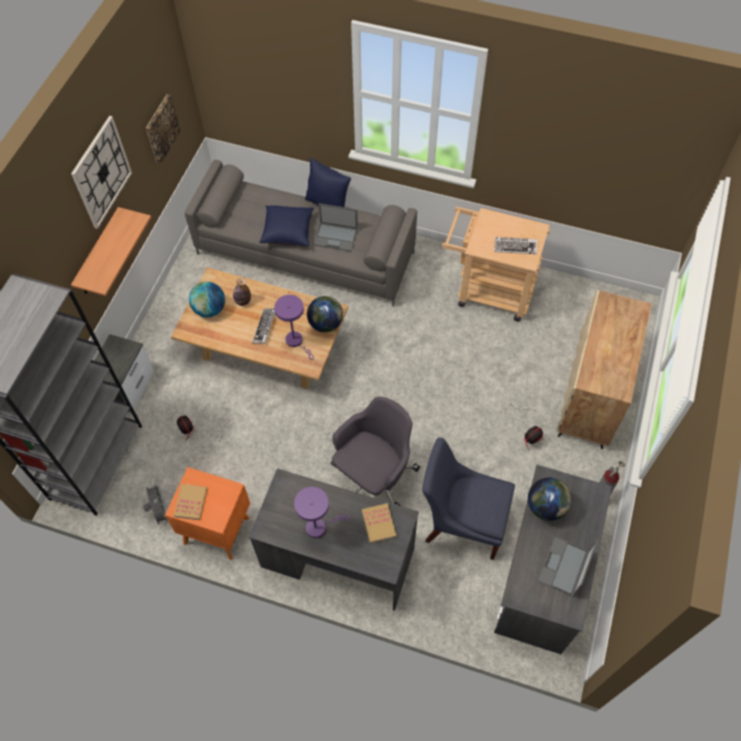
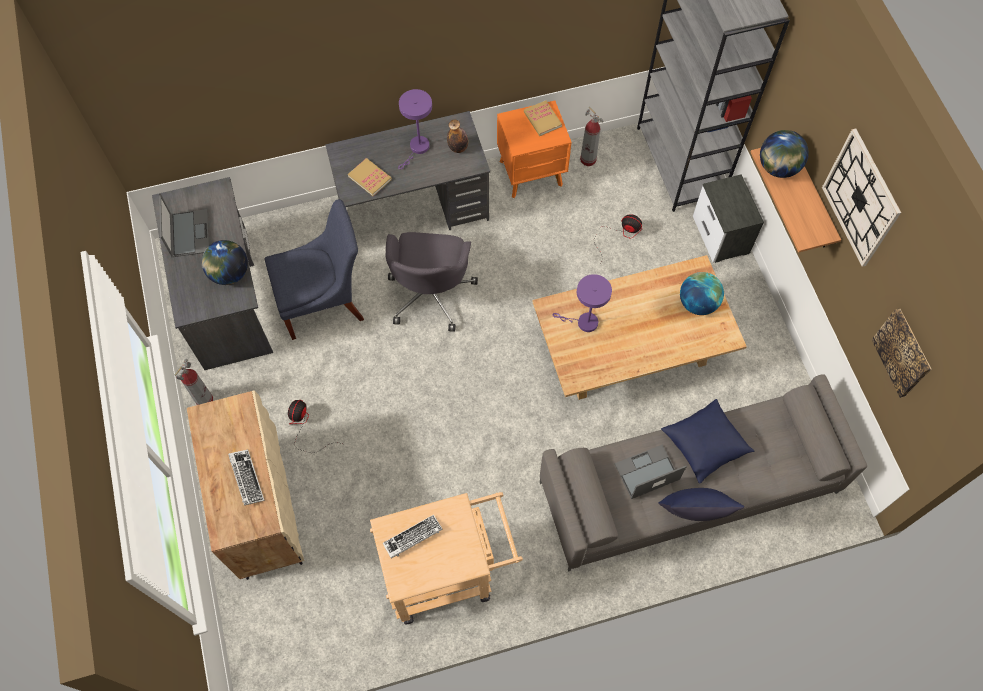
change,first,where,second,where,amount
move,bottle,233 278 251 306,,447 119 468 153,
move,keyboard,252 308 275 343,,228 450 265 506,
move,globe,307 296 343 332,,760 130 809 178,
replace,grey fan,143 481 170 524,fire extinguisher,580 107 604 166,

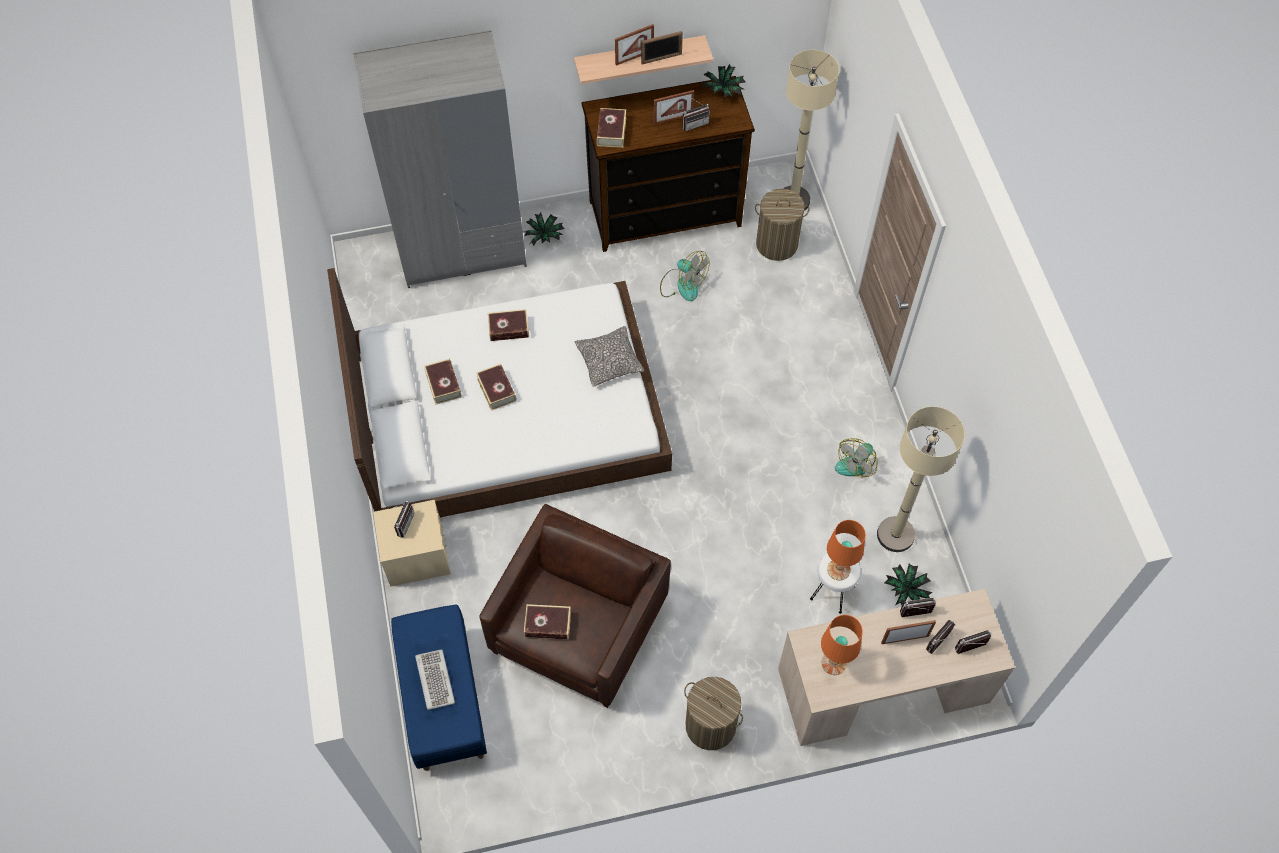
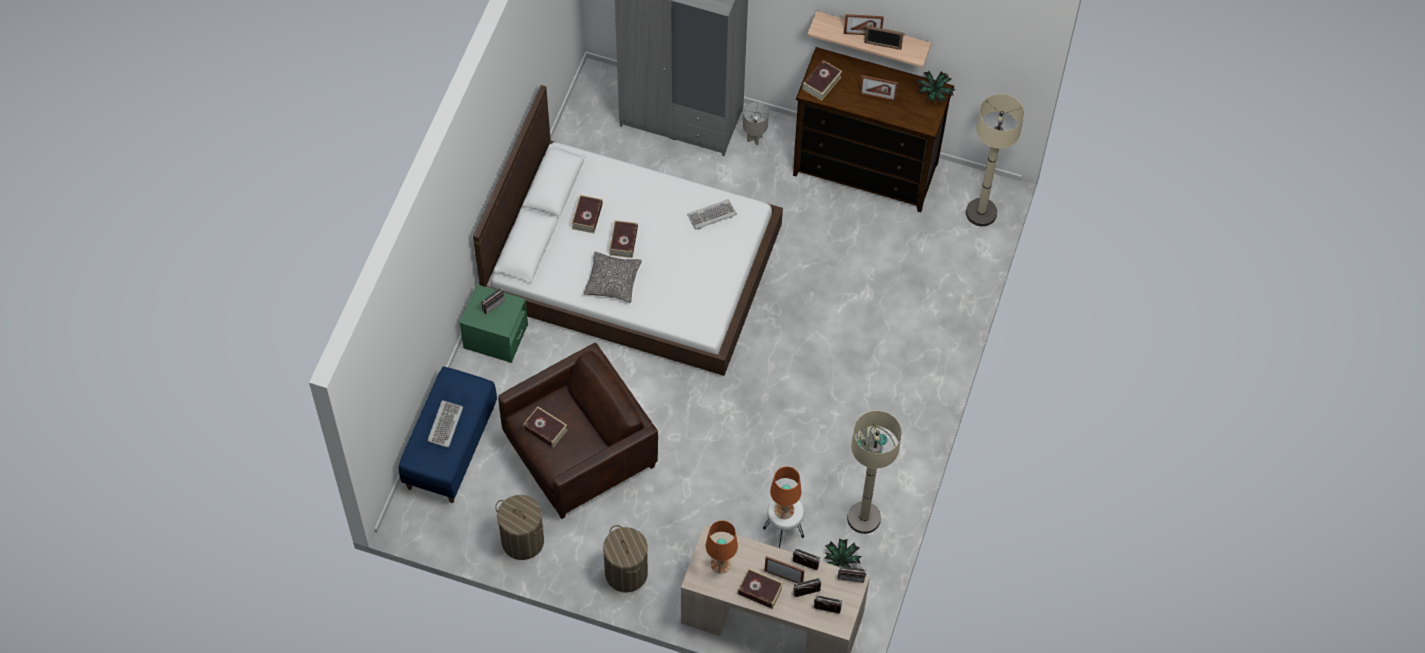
change,first,where,second,where,amount
delete,fan,660 251 710 301,,,
insert,,,keyboard,687 199 737 229,
move,book,488 309 529 341,,738 568 783 609,
move,pillow,575 326 644 387,,584 252 642 303,
move,radio,682 97 710 131,,838 557 866 583,
move,laundry basket,755 189 810 261,,495 495 544 560,
replace,potted plant,524 213 565 246,grey table lamp,743 102 769 145,
recolor,beige nightstand,373 500 451 587,green nightstand,460 285 528 363,

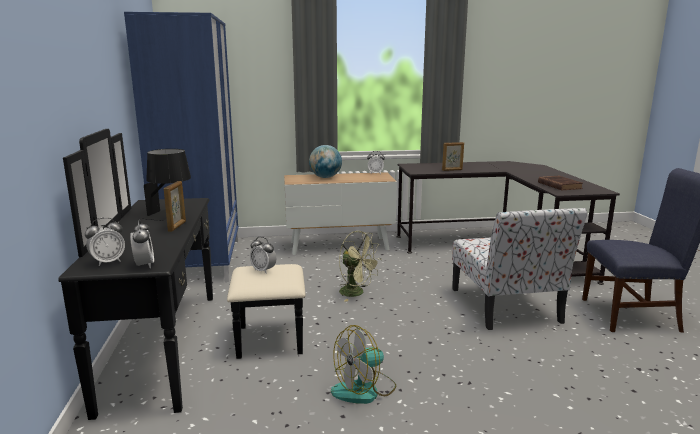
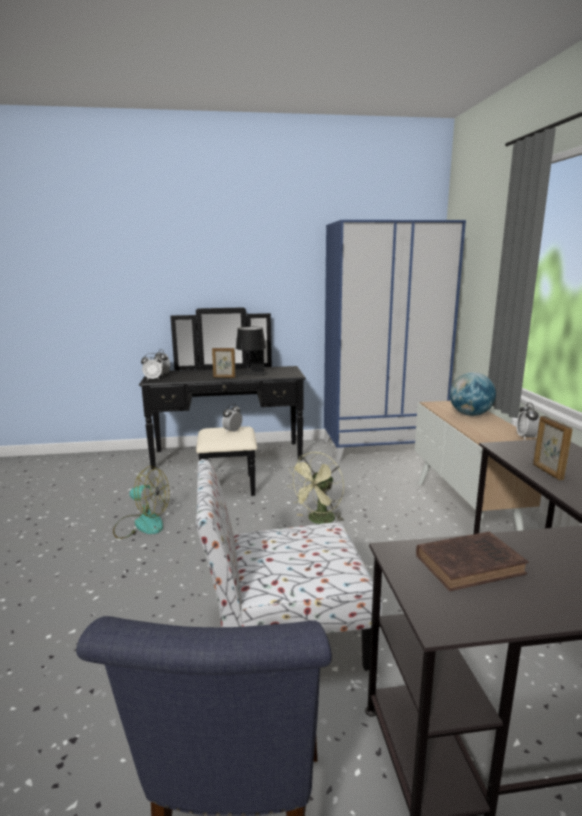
change,first,where,second,where,amount
rotate,fan,331 325 396 404,,113 466 169 539,135 degrees clockwise

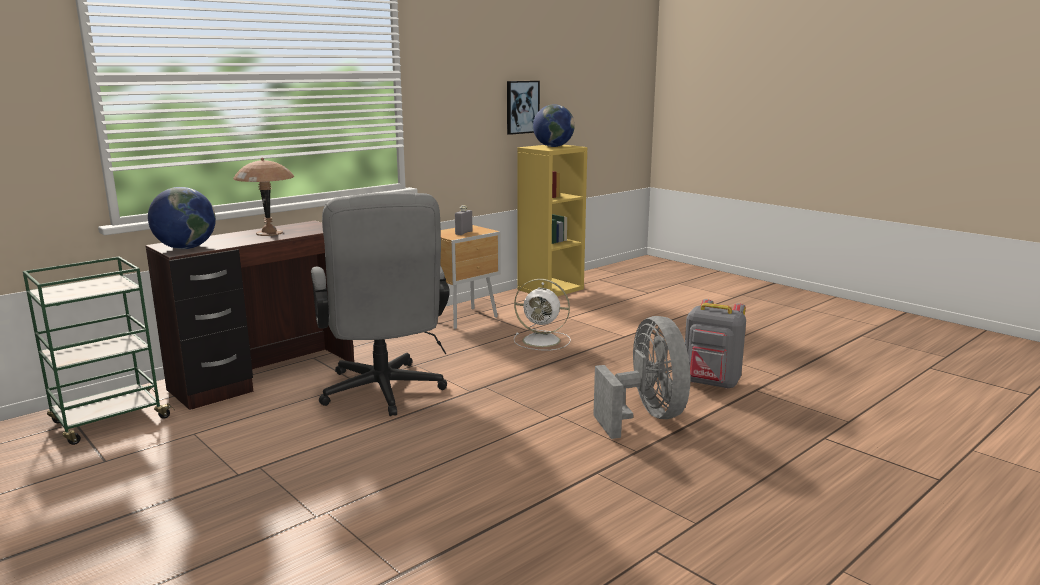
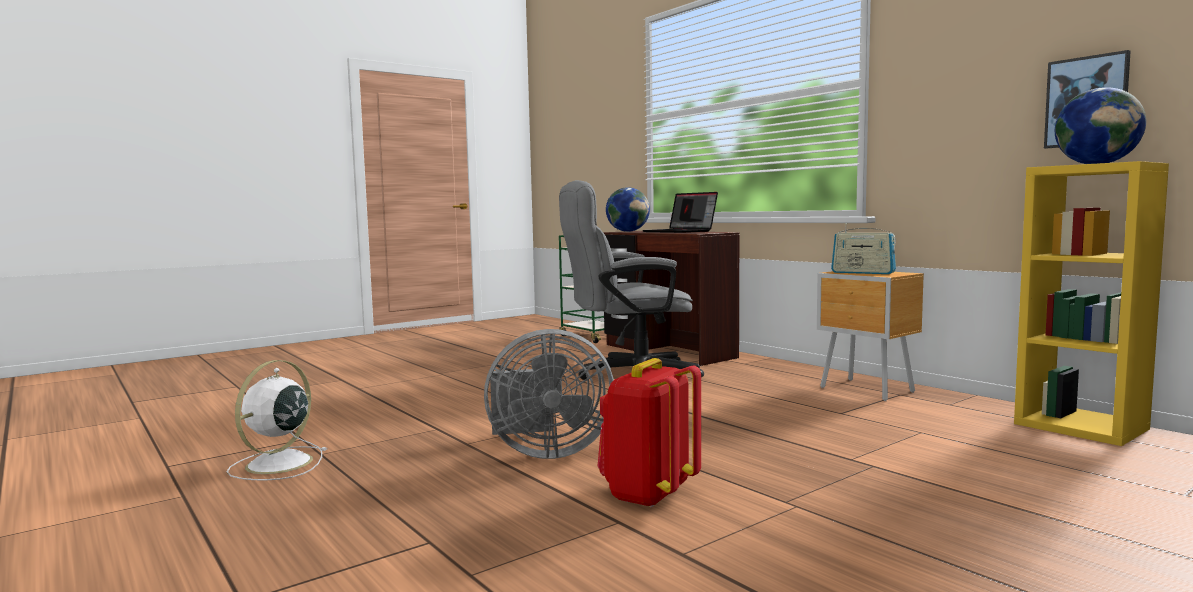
change,first,where,second,where,amount
move,white fan,514 279 571 350,,227 360 327 480,
replace,brown table lamp,233 158 294 236,laptop,642 192 718 233,
replace,grey bottle,455 205 473 235,radio,831 223 896 274,
recolor,grey backpack,685 299 746 389,red backpack,598 358 701 508,

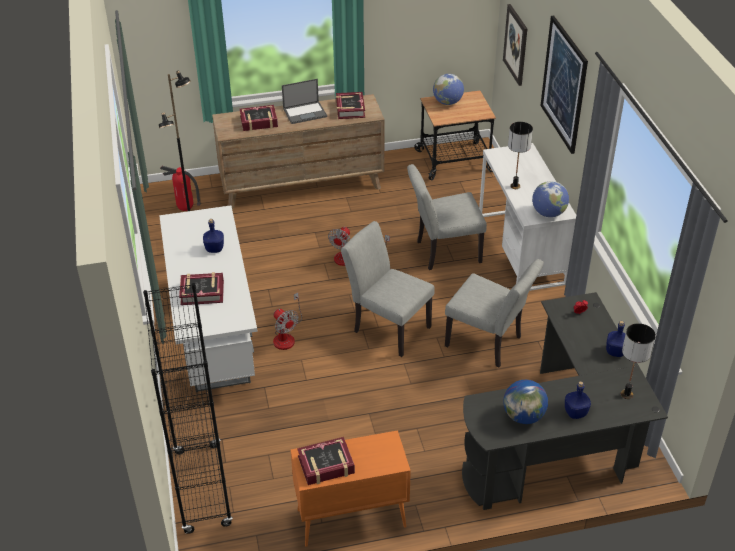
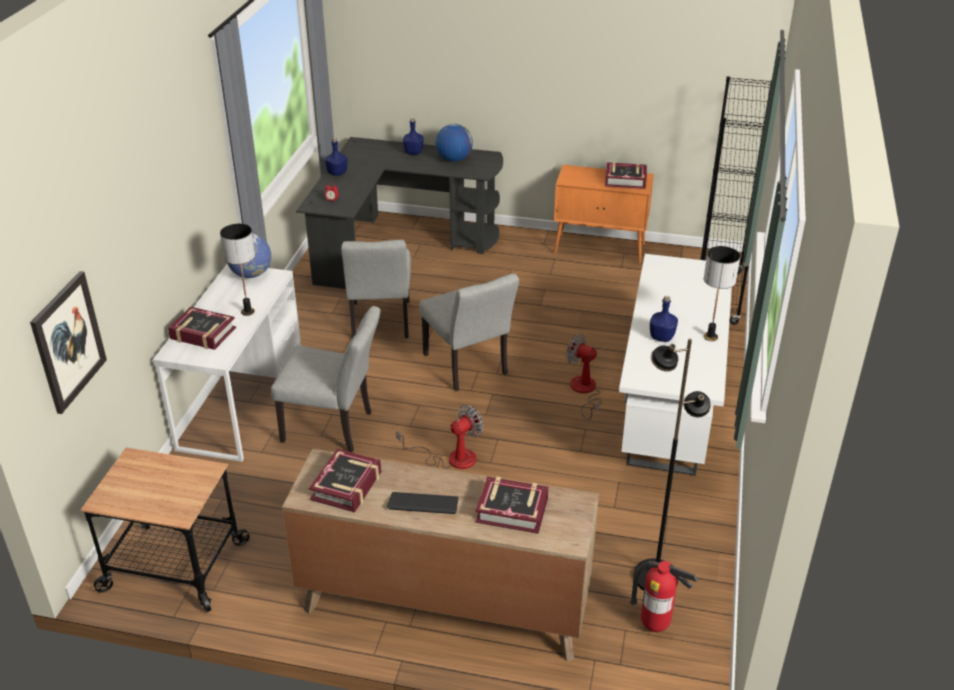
change,first,where,second,where,amount
delete,globe,433 74 464 105,,,
delete,picture,540 15 588 154,,,
move,book,179 272 224 305,,168 307 236 350,
move,table lamp,621 323 656 399,,704 246 740 341,
replace,laptop,282 79 327 124,keyboard,387 492 459 514,
rotate,fan,273 292 302 350,,566 334 602 419,45 degrees counterclockwise
rotate,grey chair,445 259 544 368,,341 240 411 338,150 degrees counterclockwise

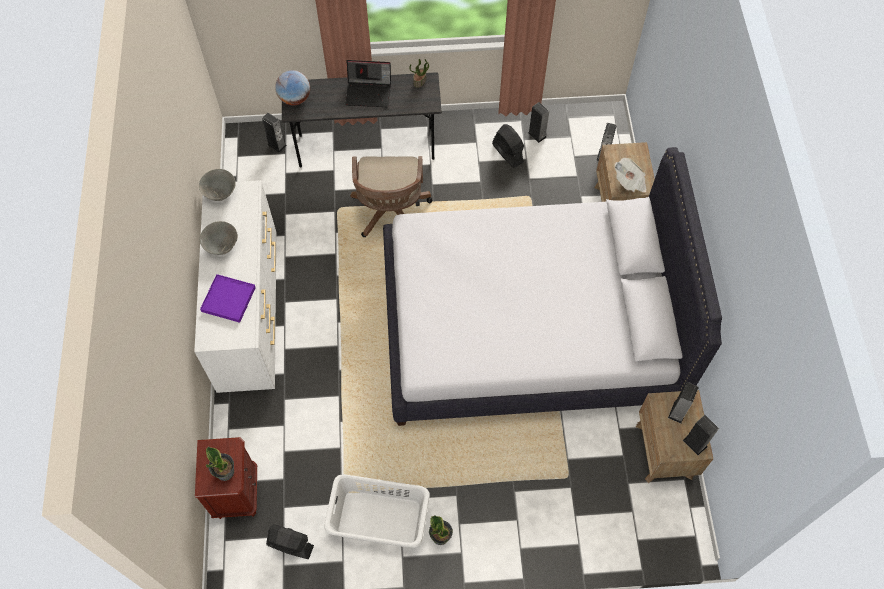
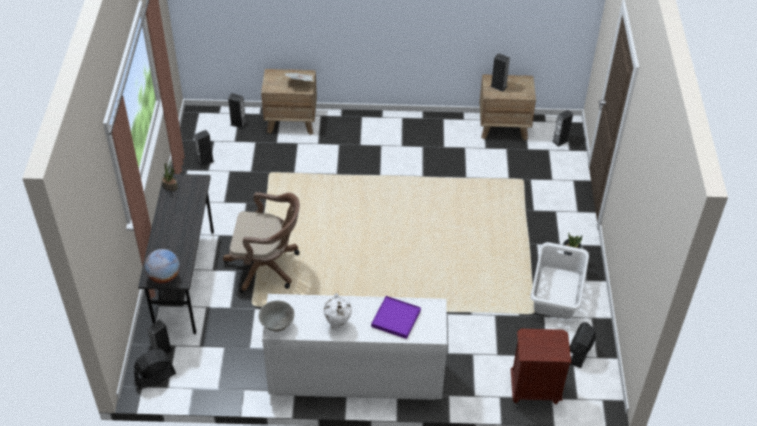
change,first,where,second,where,amount
delete,potted plant,206 446 234 481,,,
delete,laptop,345 60 391 107,,,
delete,white bed,383 147 722 426,,,
move,black fan,492 124 524 168,,134 349 176 389,
move,speaker,683 415 719 455,,552 110 573 147,
replace,grey bowl,200 221 238 255,white vase,324 293 352 330,

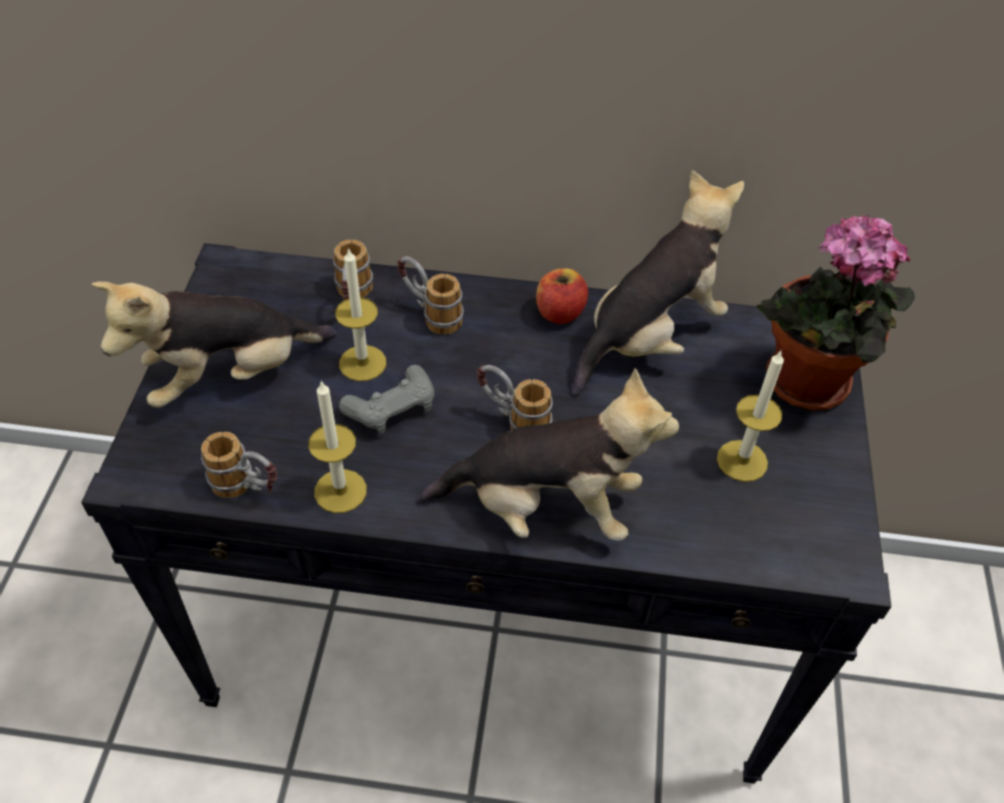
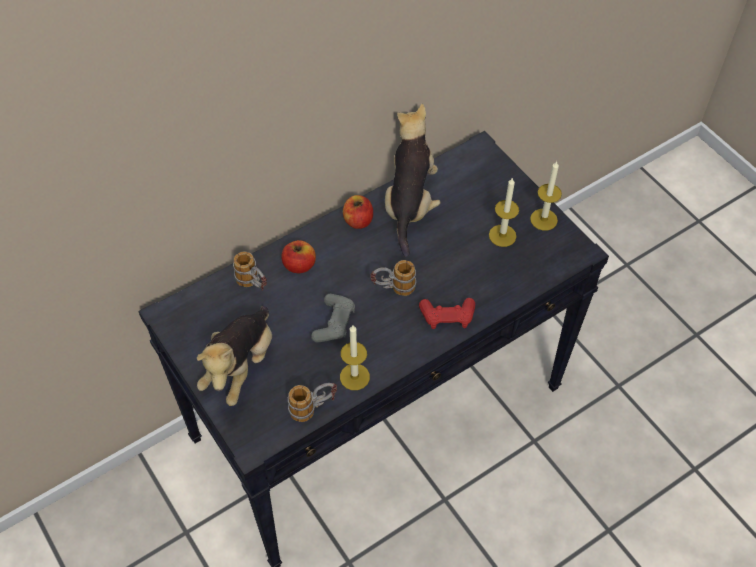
change,first,where,second,where,amount
delete,potted plant,756 215 915 411,,,
move,candle,335 247 386 381,,530 161 562 231,
replace,mug,397 256 464 335,apple,281 240 316 273,
replace,plush toy,418 368 679 541,red game controller,419 298 475 329,

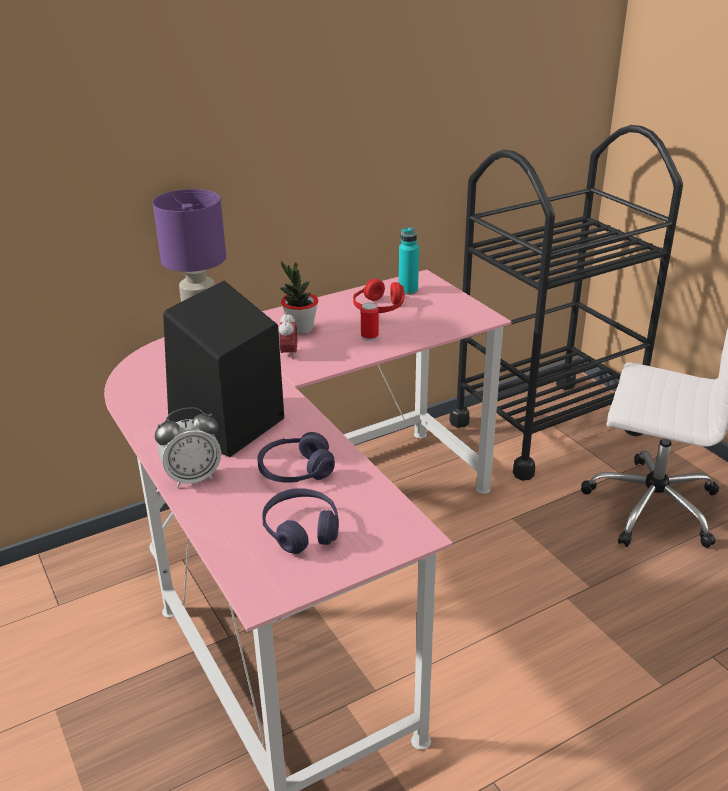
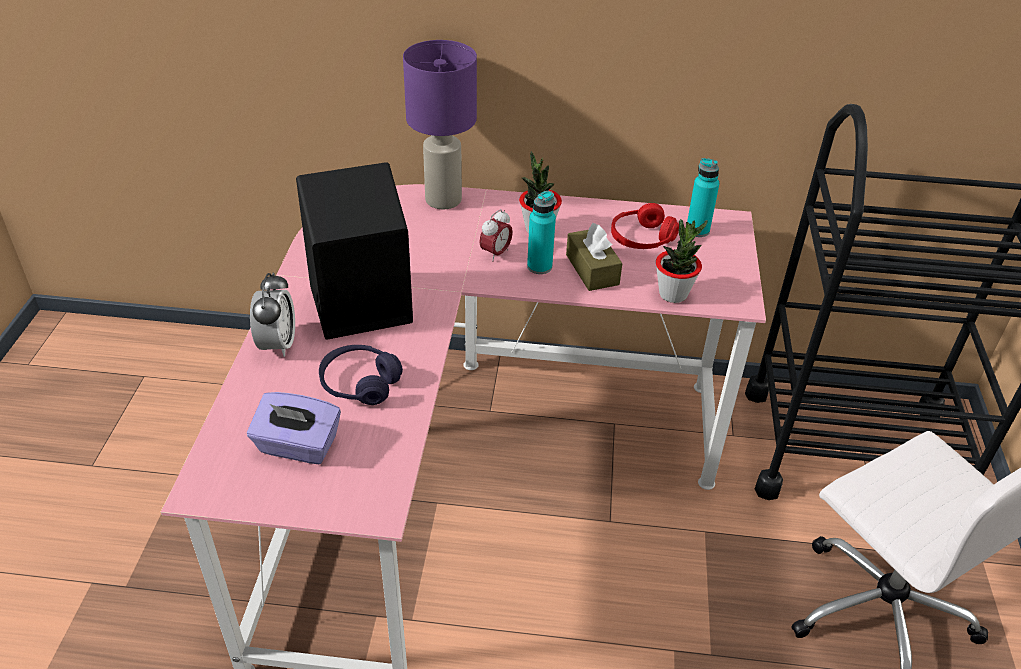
change,first,where,second,where,amount
insert,,,turquoise bottle,527 191 556 274,
insert,,,potted plant,656 219 708 303,
replace,purple headphones,262 488 339 554,purple tissue box,247 392 341 464,
replace,can,361 302 379 341,brown tissue box,566 223 622 291,
rotate,alarm clock,155 407 221 488,,250 272 295 357,105 degrees counterclockwise

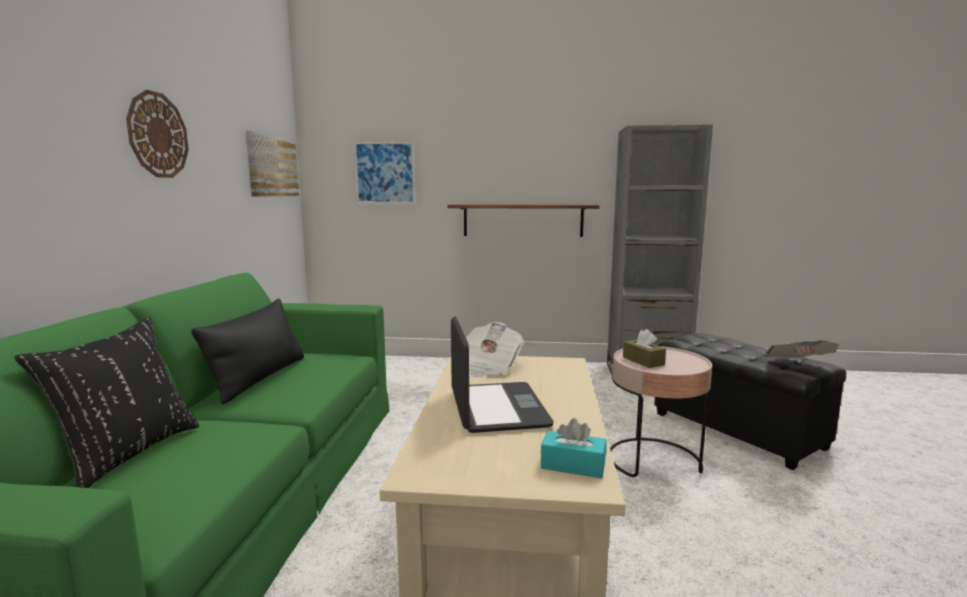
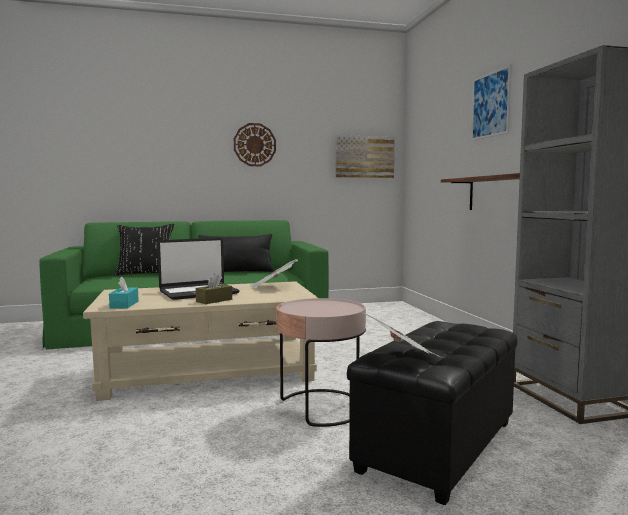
change,first,where,second,where,amount
move,picture,354 141 415 204,,471 64 512 141,
move,brown tissue box,623 329 666 368,,196 273 232 304,

